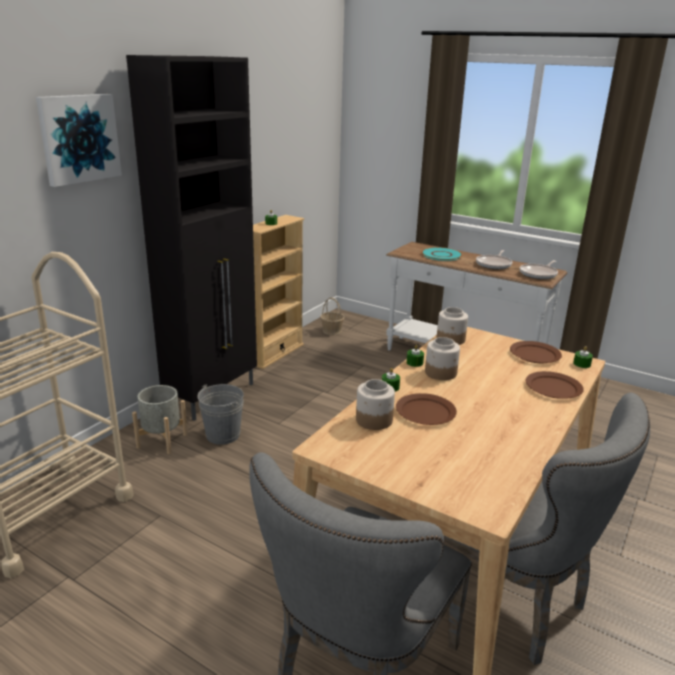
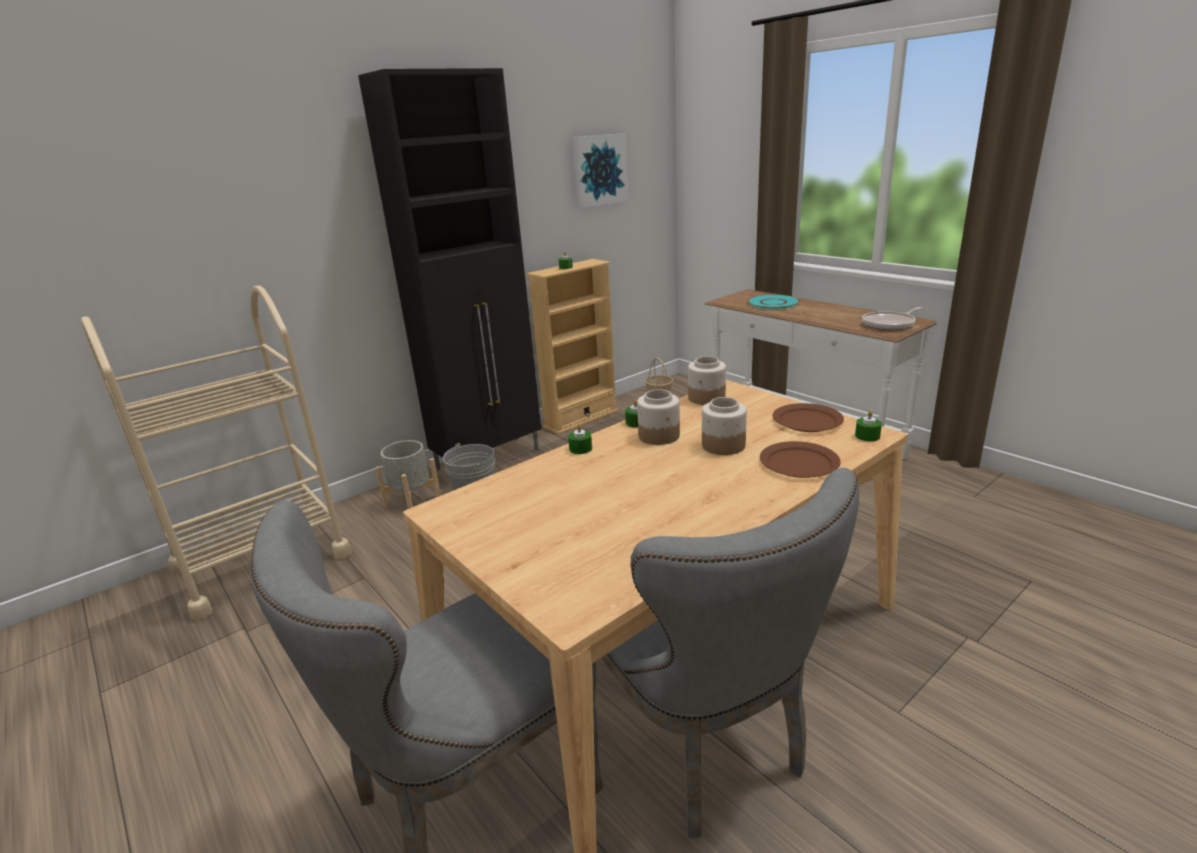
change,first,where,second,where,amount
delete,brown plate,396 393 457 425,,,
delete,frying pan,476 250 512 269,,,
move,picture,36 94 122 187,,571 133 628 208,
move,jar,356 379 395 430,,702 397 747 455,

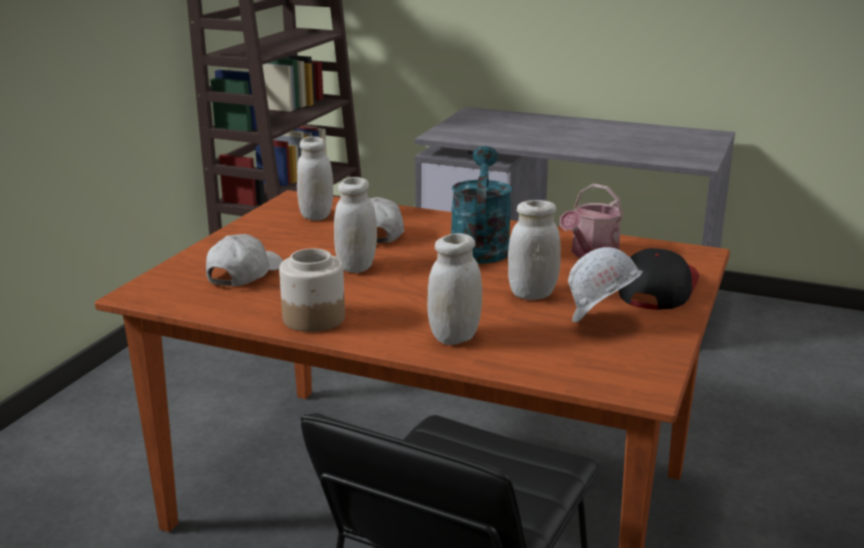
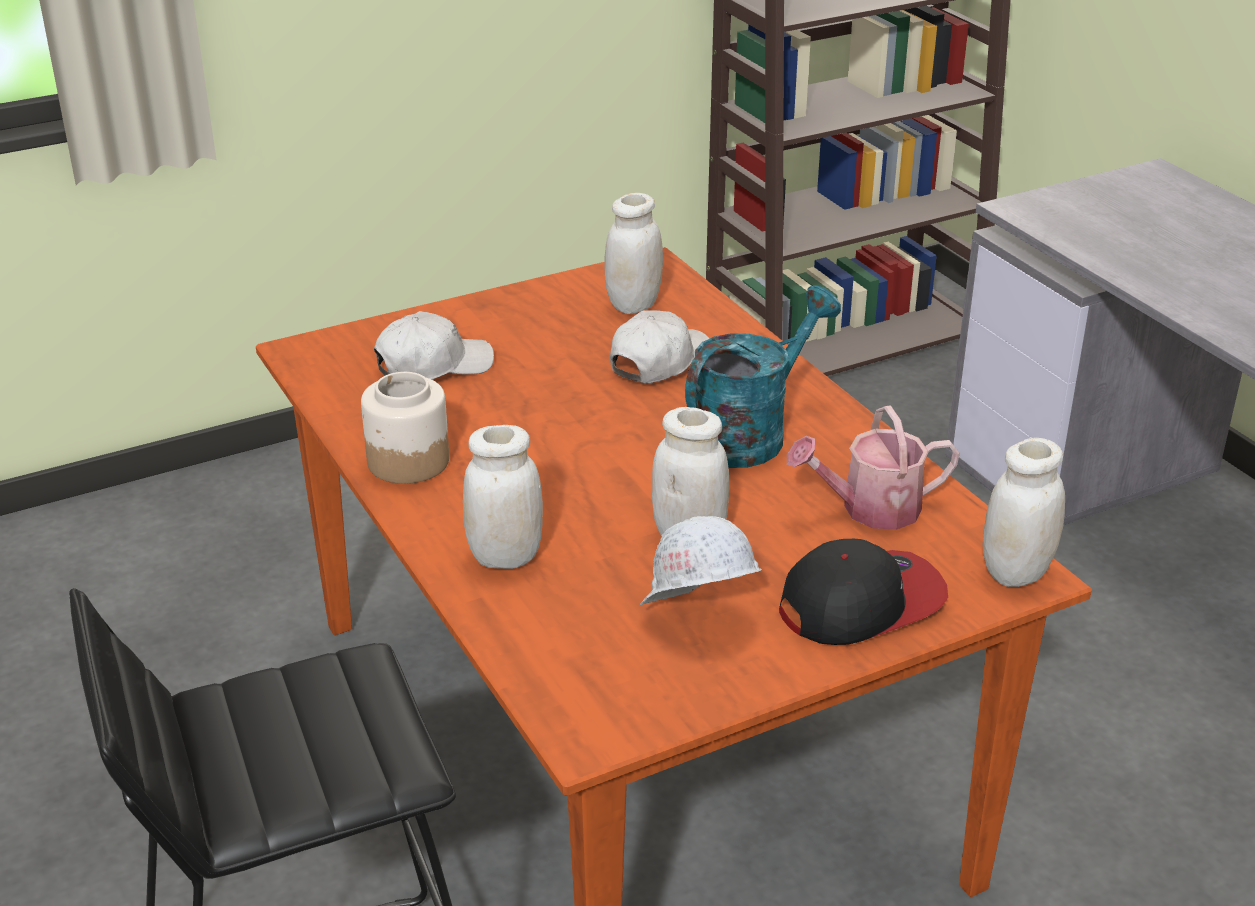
change,first,where,second,where,amount
move,white jar,334 177 377 273,,983 438 1065 587,

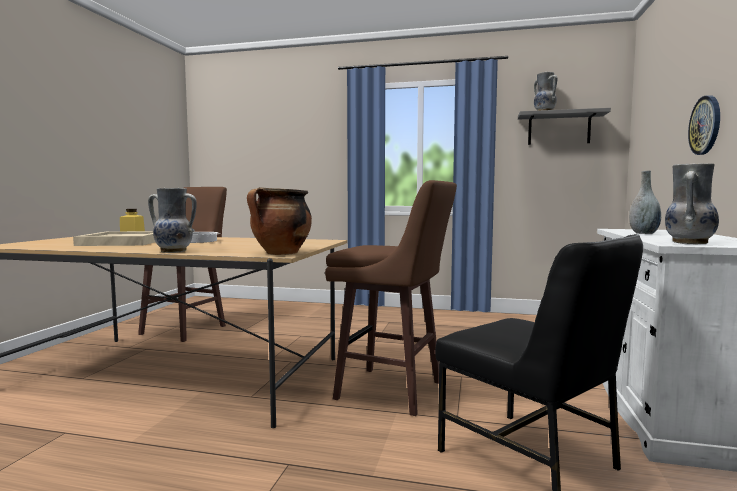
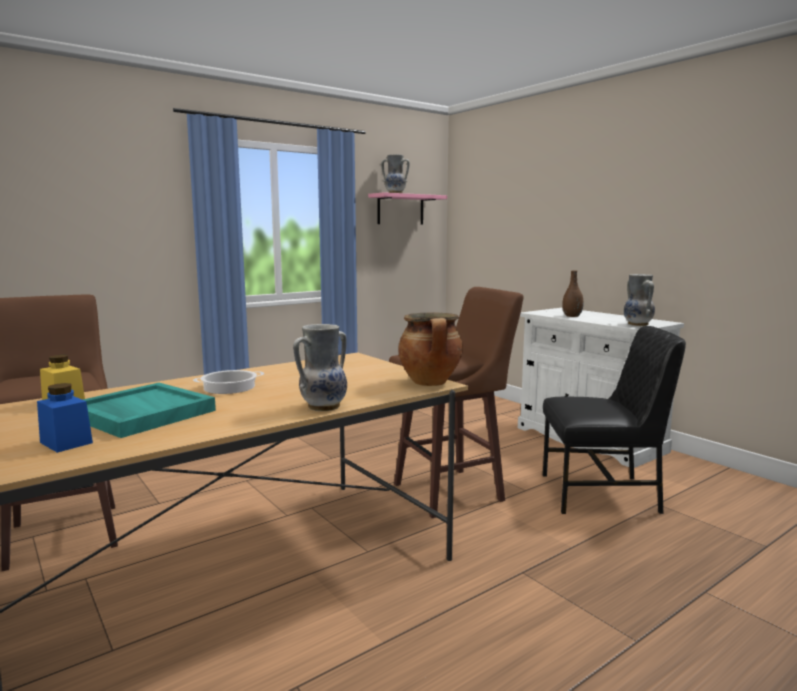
change,first,where,second,where,amount
delete,wall clock,688 95 720 155,,,
insert,,,blue jar,37 383 93 453,
recolor,beige tray,73 231 155 246,turquoise tray,83 383 216 438,
recolor,grey shelf,518 108 611 145,pink shelf,368 192 447 225,
recolor,grey vase,629 171 661 234,brown vase,562 270 584 317,

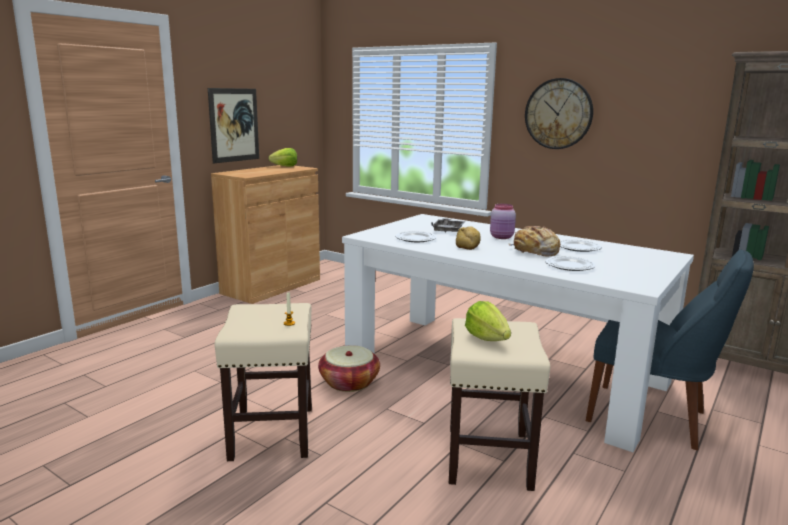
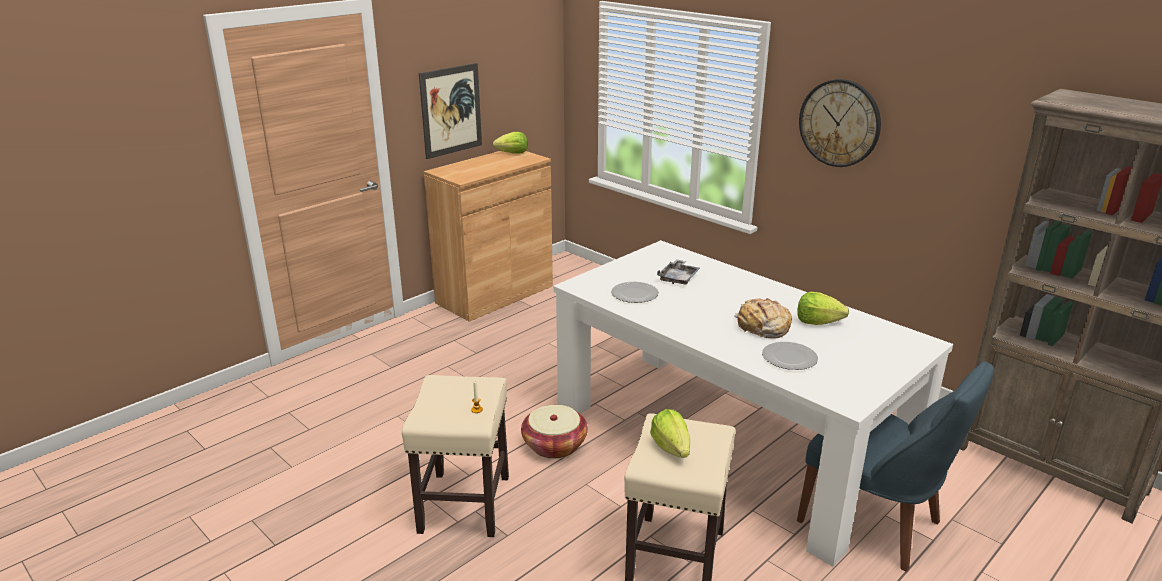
change,first,where,second,where,amount
delete,bread,456 226 481 250,,,
delete,pink jar,490 204 516 239,,,
replace,plate,560 240 602 252,lettuce,797 292 849 325,

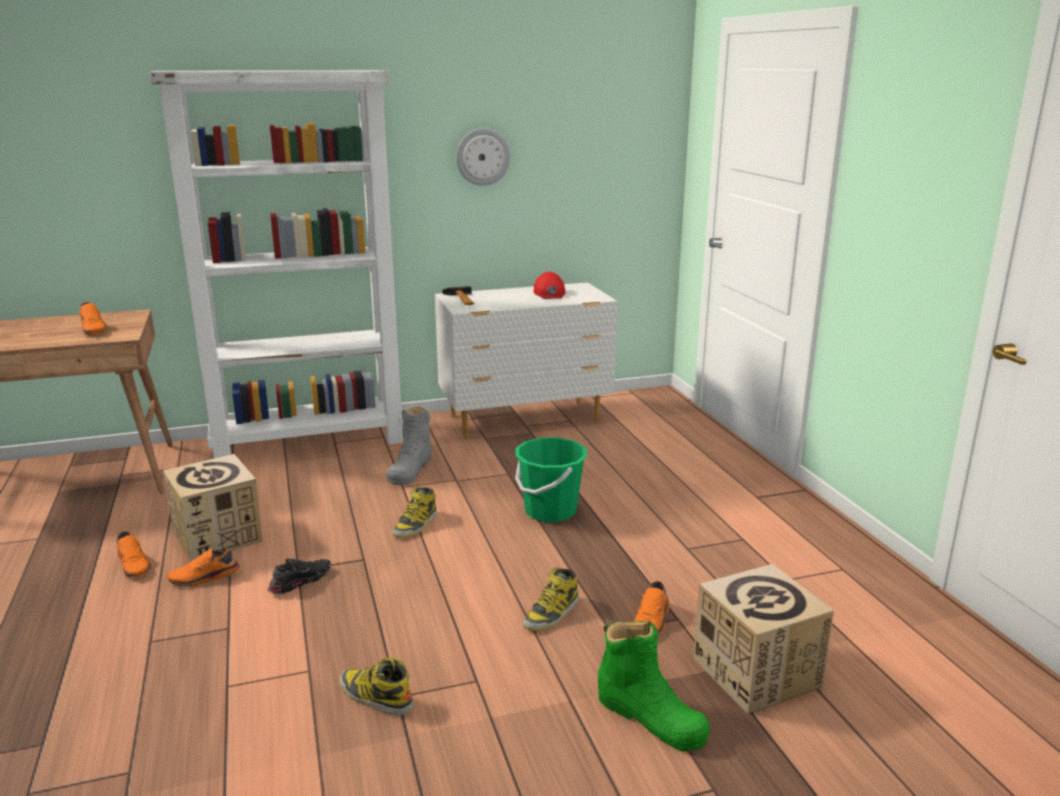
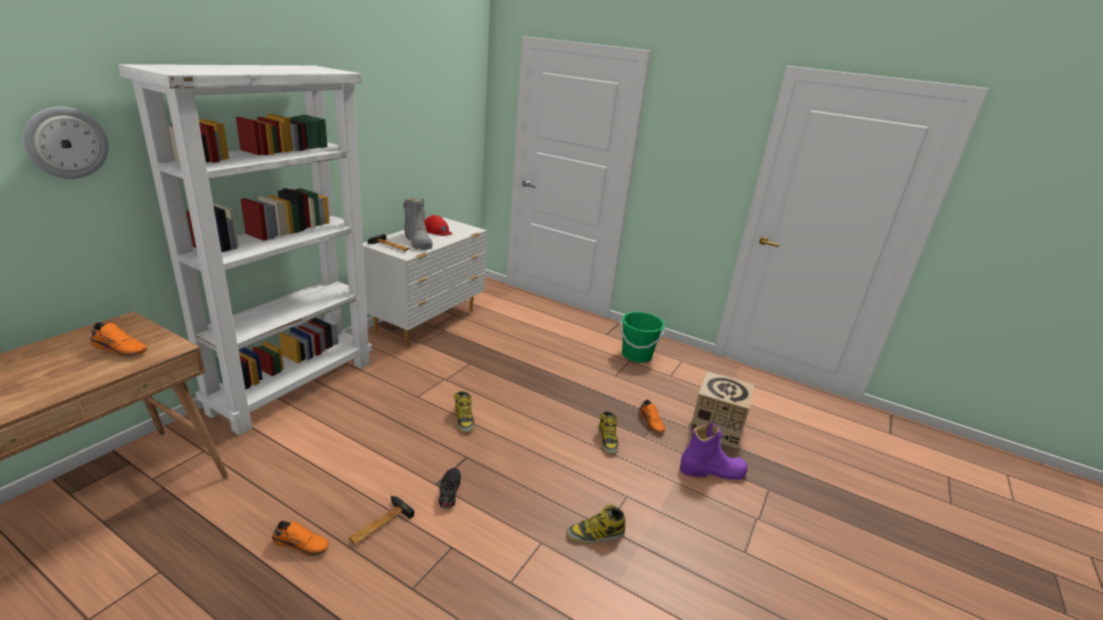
change,first,where,second,where,amount
delete,cardboard box,163 454 263 561,,,
move,grey boot,386 407 432 485,,403 198 433 250,
move,wall clock,456 128 510 186,,23 107 109 179,
move,green bucket,515 437 588 522,,620 312 665 363,
replace,orange shoe,167 548 240 587,hammer,349 496 414 544,
recolor,green boot,598 621 710 752,purple boot,680 422 748 480,

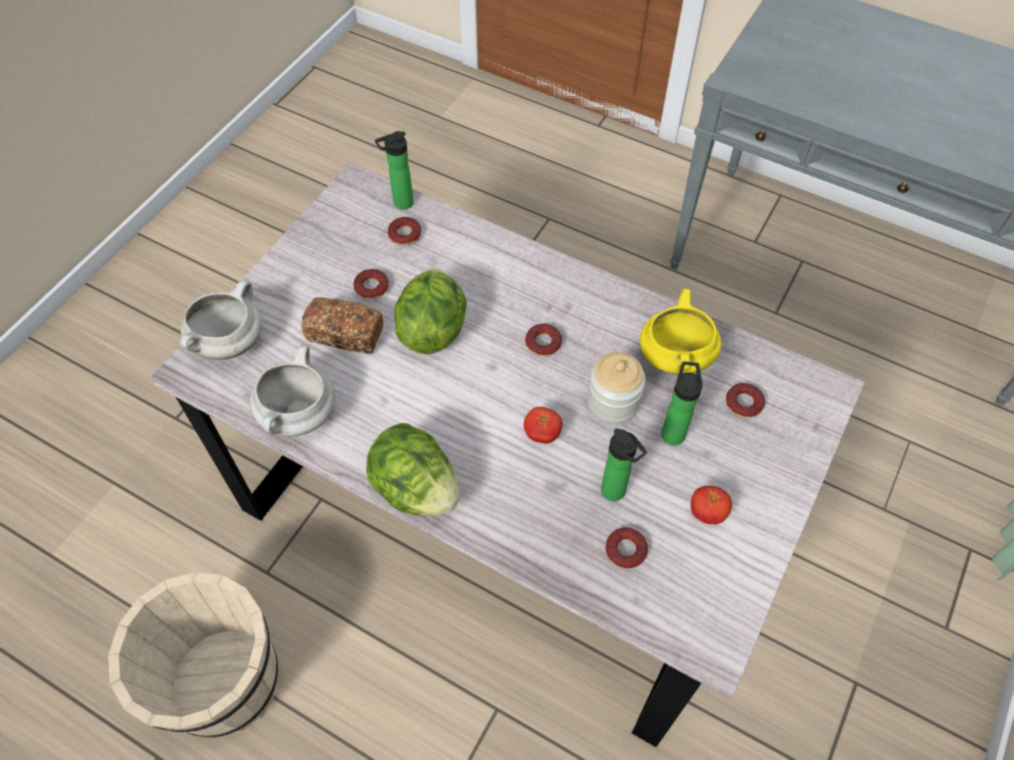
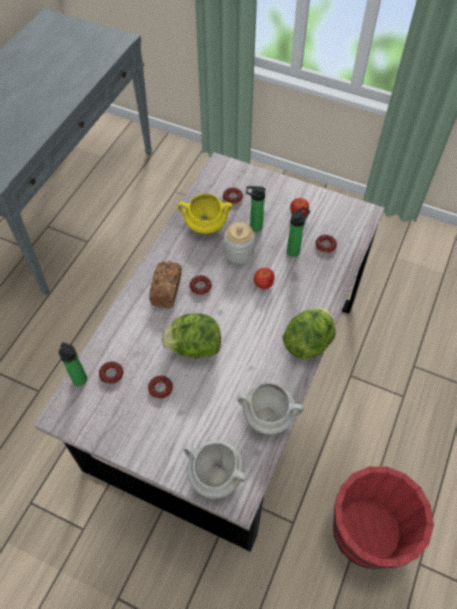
change,first,where,second,where,amount
move,bread,302 297 383 354,,149 261 182 308,
recolor,beige bucket,108 572 279 737,red bucket,333 466 434 569,

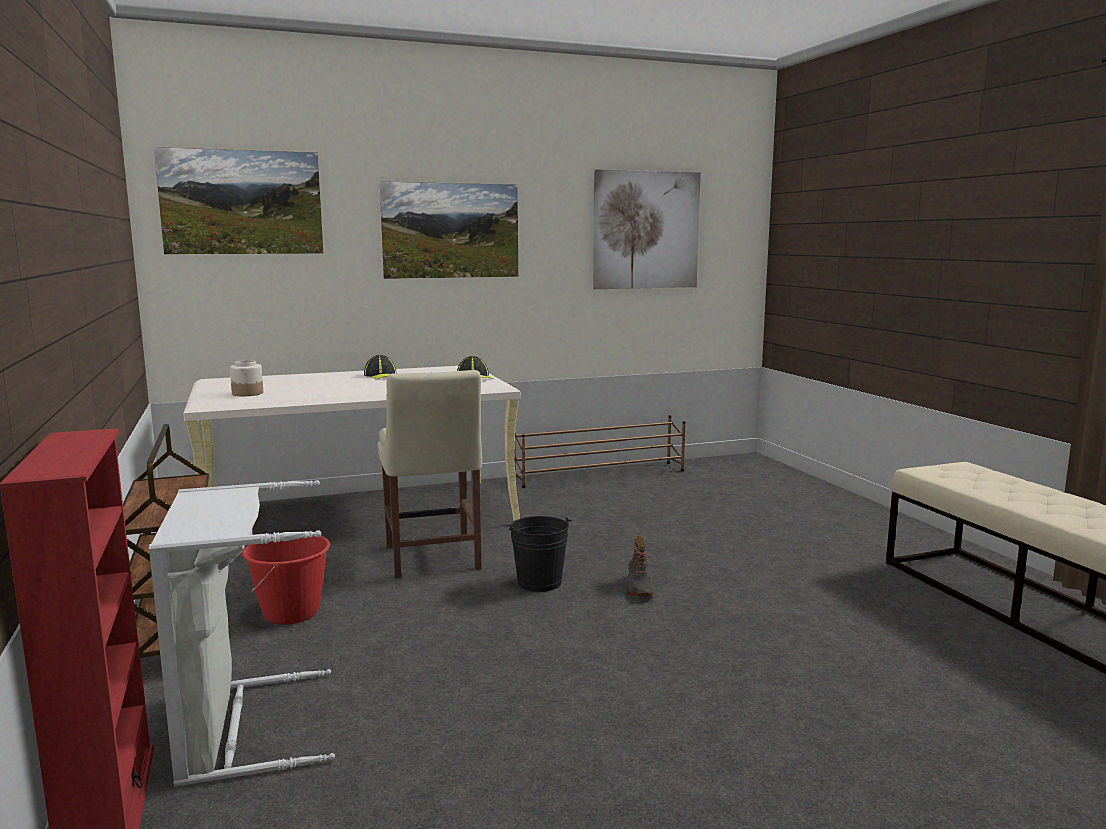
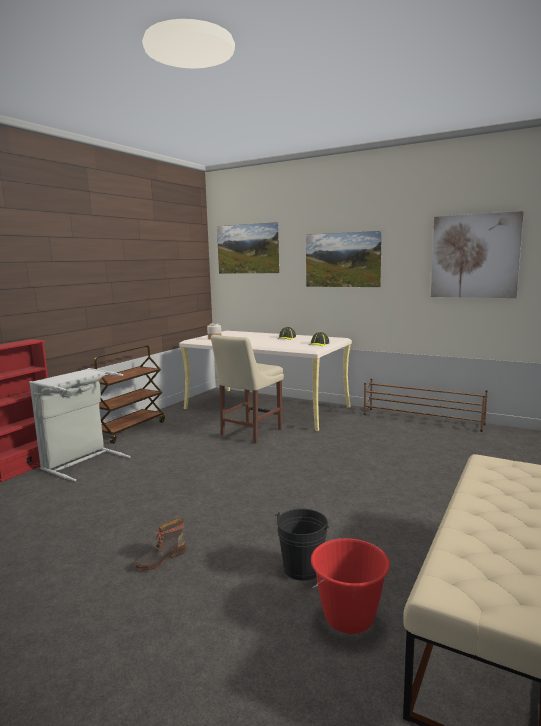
change,first,where,second,where,amount
move,red bucket,242 536 330 625,,311 538 390 634,
move,black bucket,509 516 572 592,,275 509 329 581,
move,boot,627 536 653 596,,135 518 186 570,

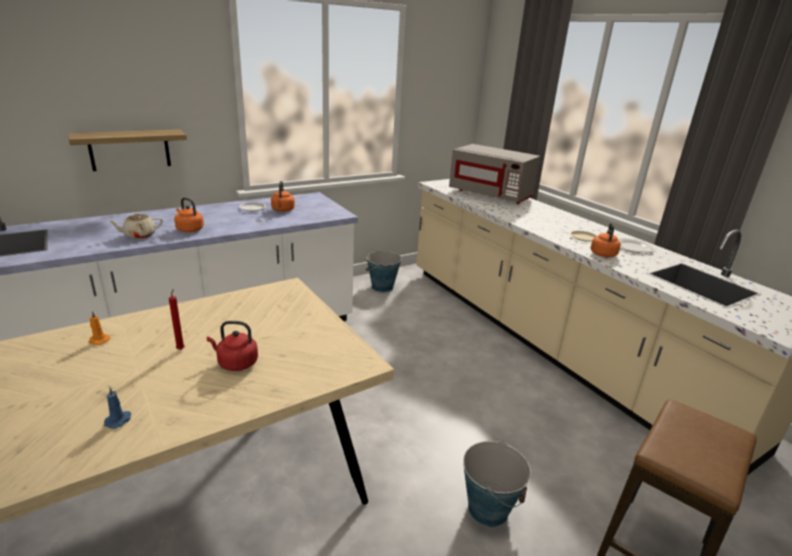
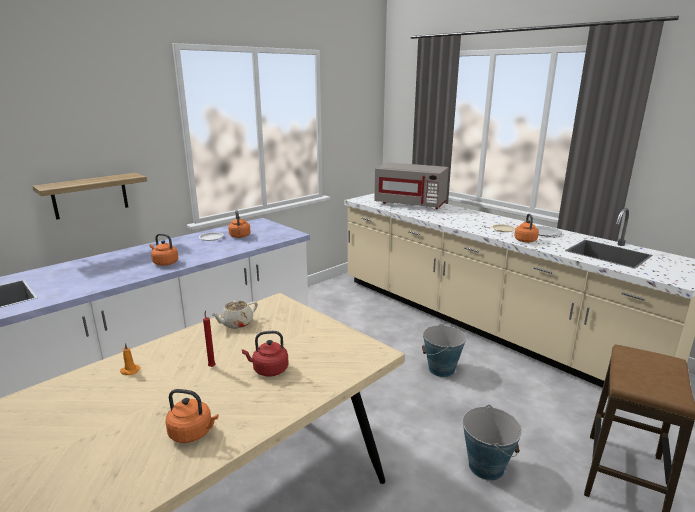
change,first,where,second,where,amount
move,beige teapot,108 213 163 239,,210 300 258 329,
move,bucket,366 250 402 292,,422 324 466 377,
replace,blue candle,104 387 131 429,orange kettle,166 389 219 443,

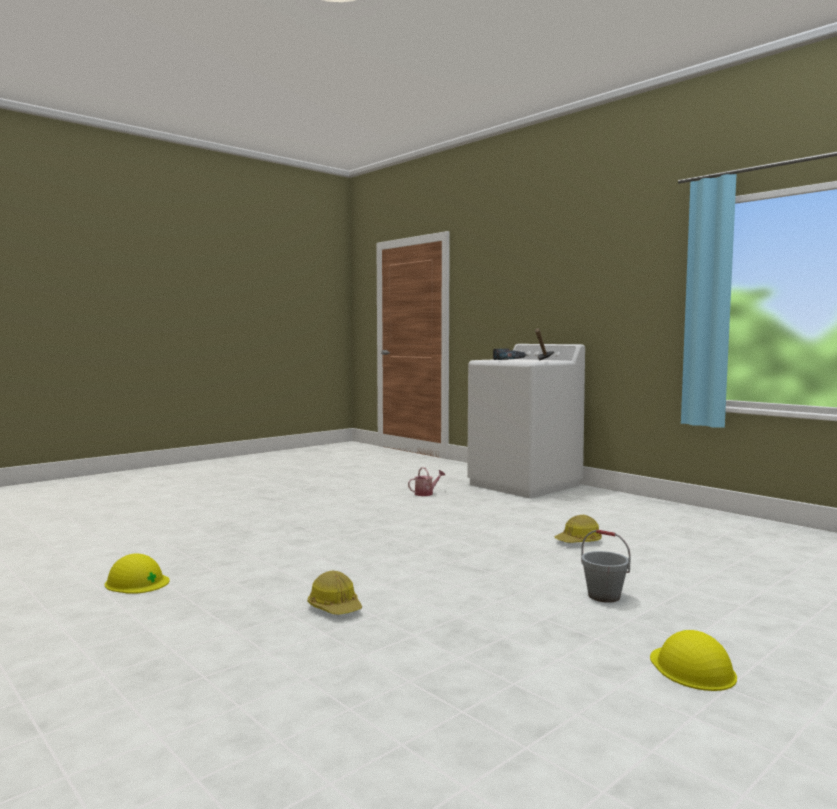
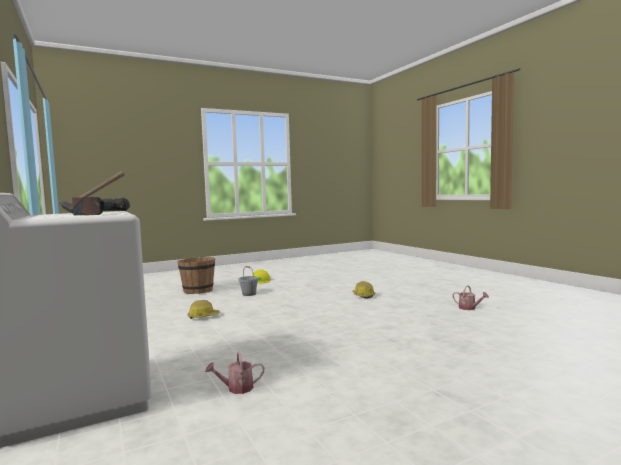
change,first,where,second,where,amount
insert,,,brown bucket,177 257 215 294,
replace,yellow hard hat,105 554 169 594,watering can,452 285 489 310,

